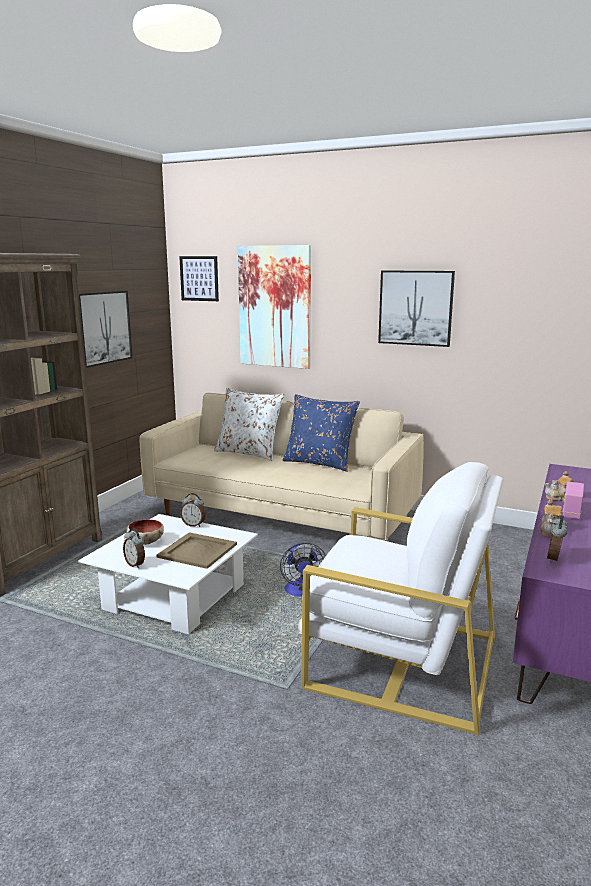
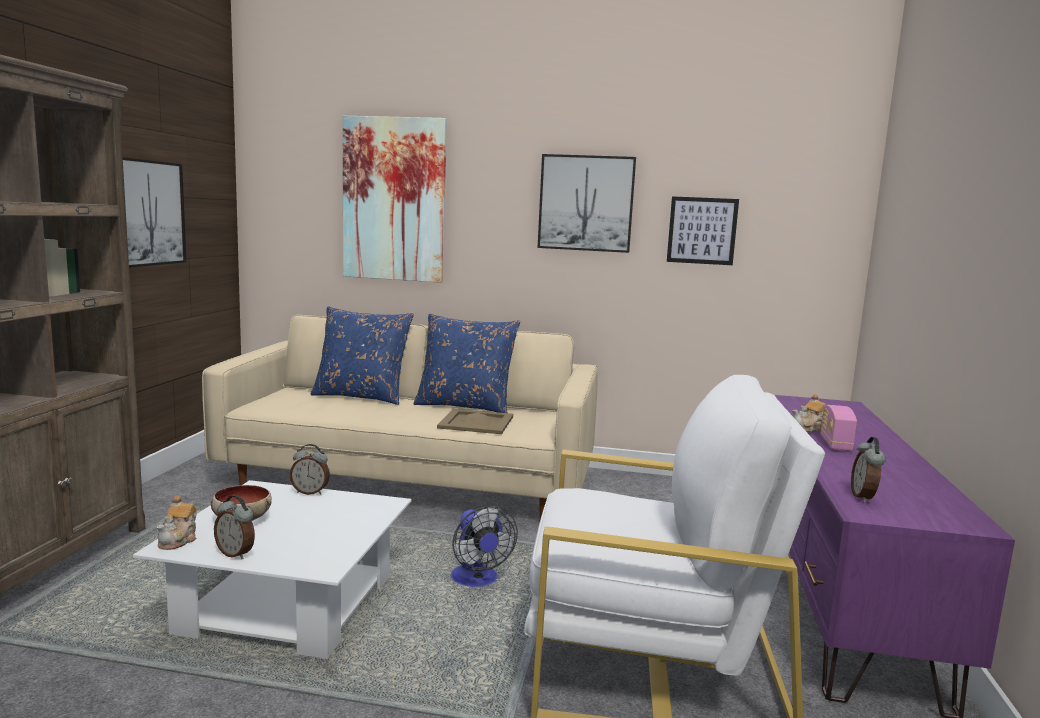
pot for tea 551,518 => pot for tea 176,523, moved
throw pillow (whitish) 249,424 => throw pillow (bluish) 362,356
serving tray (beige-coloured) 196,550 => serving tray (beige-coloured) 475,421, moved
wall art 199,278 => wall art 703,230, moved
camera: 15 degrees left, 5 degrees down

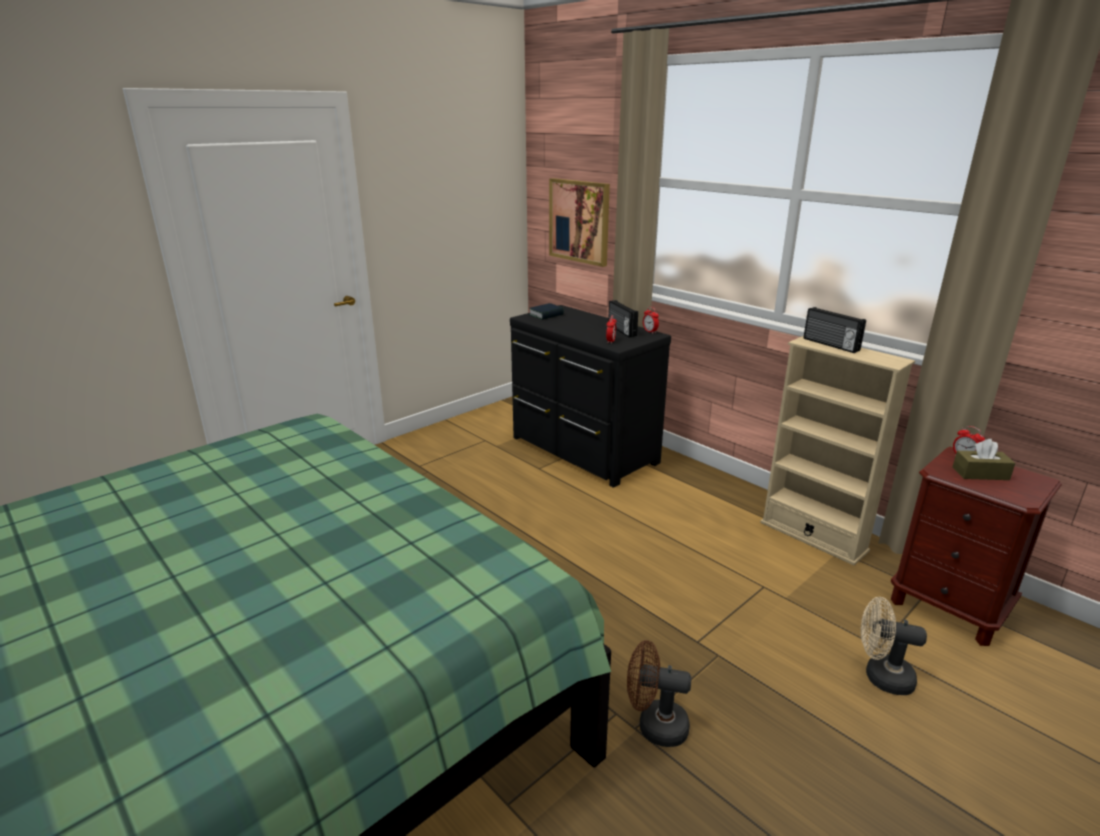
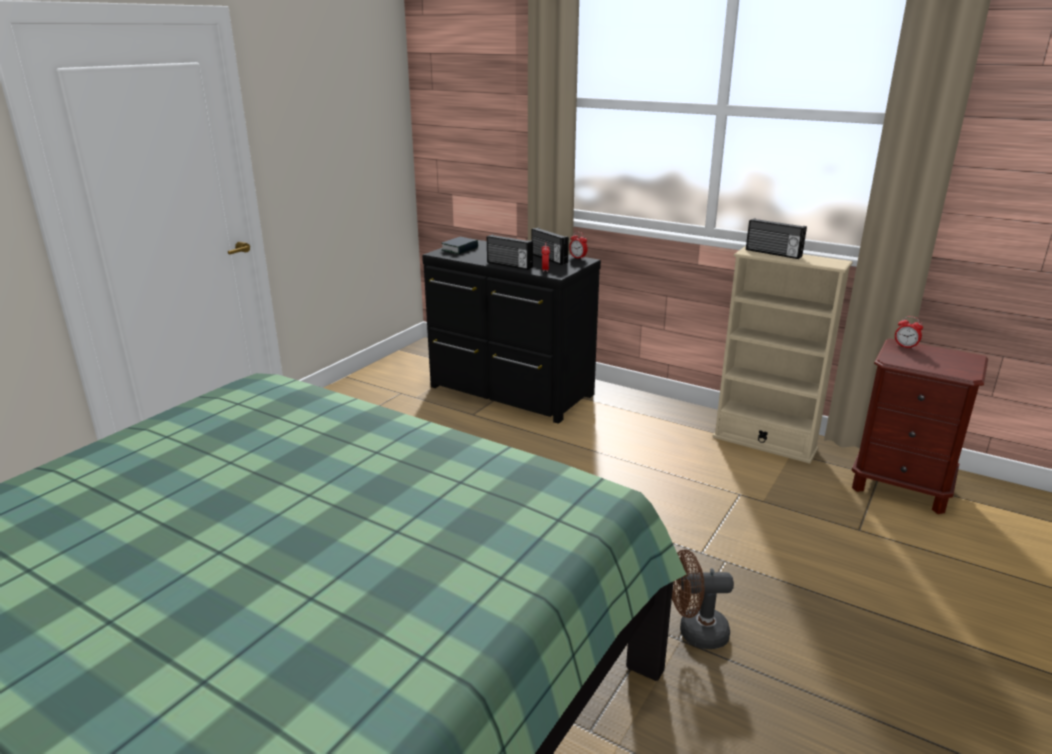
nothing => radio set 510,252
wall art 579,222 => nothing
electric fan (beige-coloured) 894,646 => nothing
tissue holder (brownish) 983,459 => nothing
camera: 15 degrees left, 0 degrees up

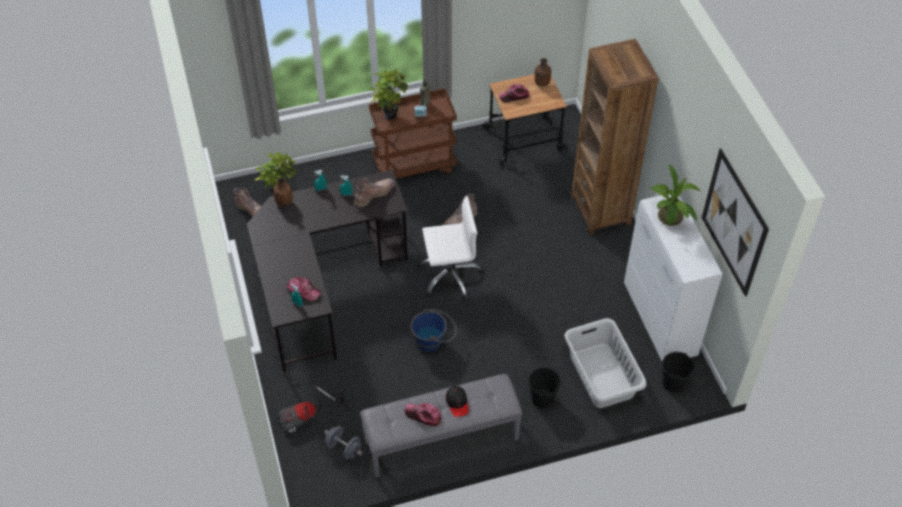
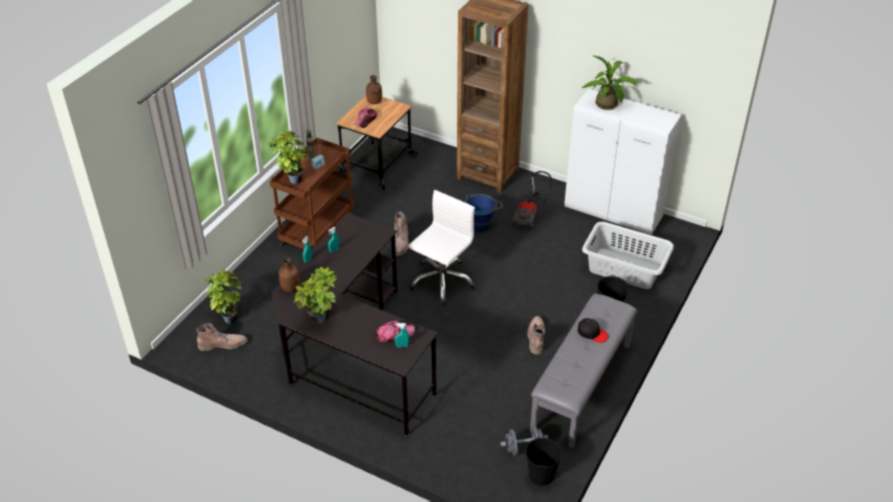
nothing => potted plant 315,295
bucket (bluish) 434,330 => bucket (bluish) 484,213, moved
vacuum cleaner 314,409 => vacuum cleaner 532,200, moved
bucket (blackish) 678,372 => bucket (blackish) 543,461, moved
high-top boot (brownish) 375,192 => high-top boot (brownish) 536,335, moved
baseball cap 423,414 => nothing
wall art 735,222 => nothing
camera: 45 degrees left, 10 degrees down

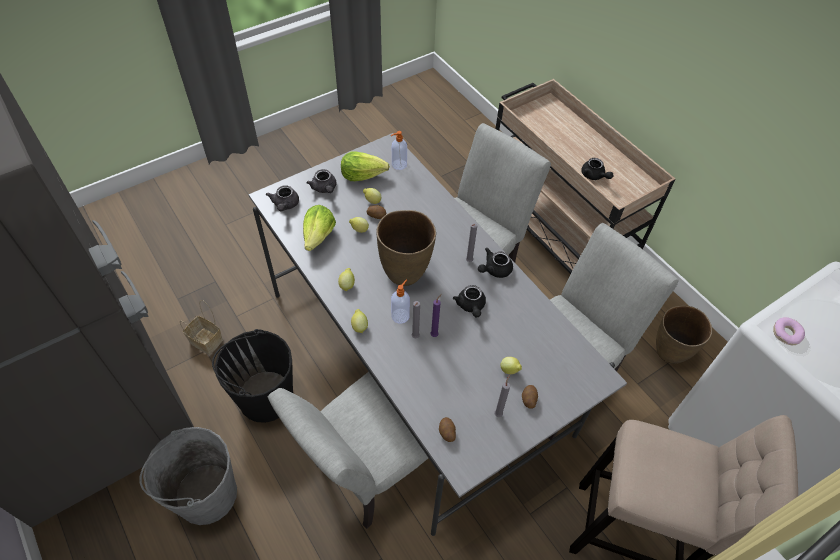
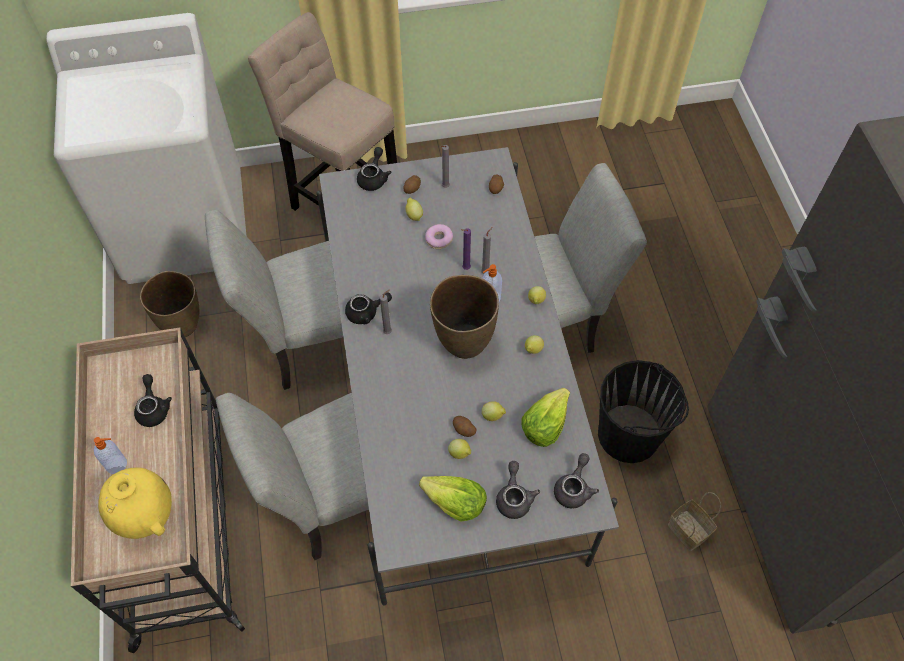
liquid soap bottle 399,150 => liquid soap bottle 110,455, moved
nothing => vase (yellow-coloured) 135,503
pot for tea (blackish) 469,301 => pot for tea (blackish) 374,169, moved
doughnut 789,331 => doughnut 439,236, moved
bucket (grey) 188,476 => nothing
camera: 155 degrees left, 5 degrees up

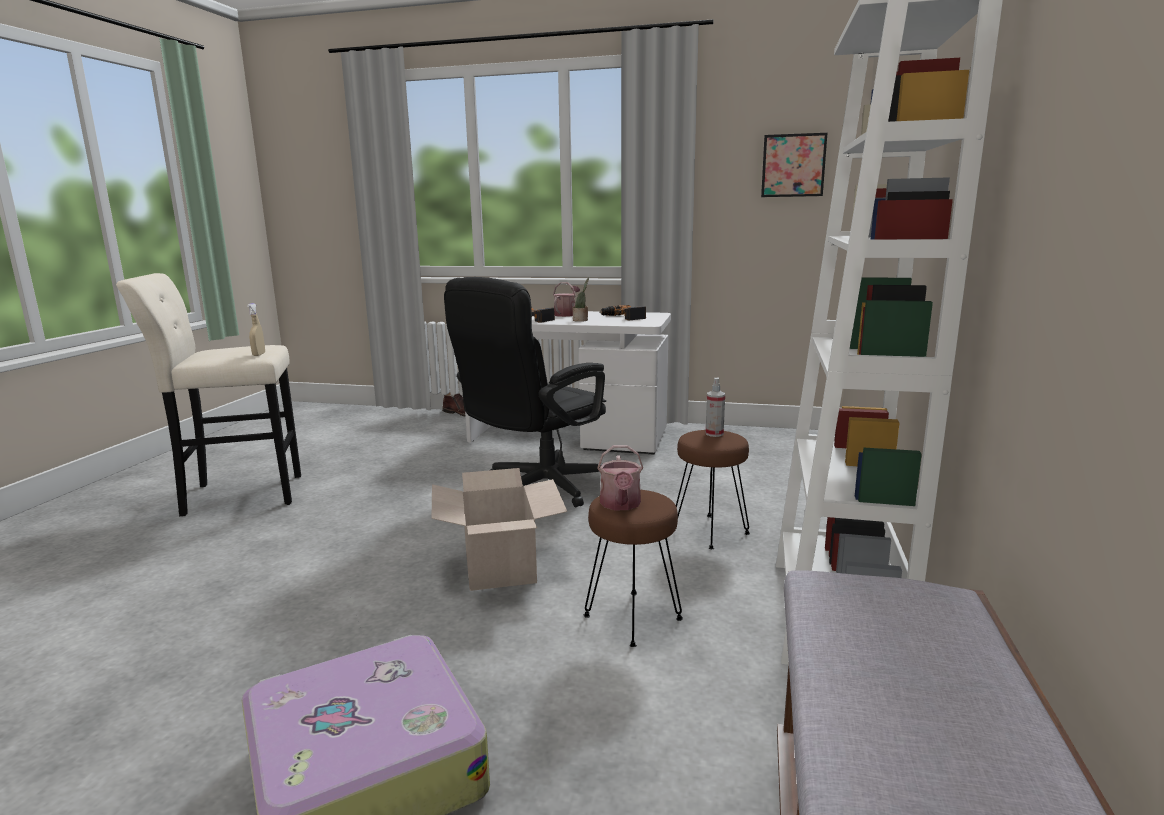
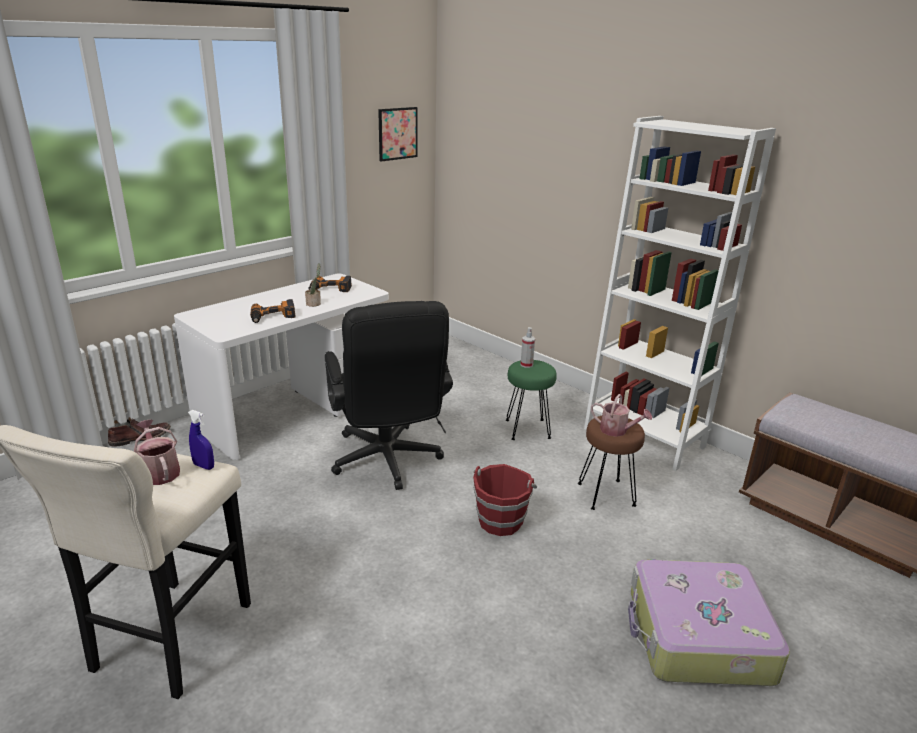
sprinkling can 566,299 => sprinkling can 157,452, moved
spray bottle (beige-coloured) 256,329 => spray bottle (bluish) 201,440
cardboard box 499,529 => bucket (red) 505,500
stool (brownish) 713,489 => stool (green) 531,400
camera: 60 degrees left, 10 degrees up

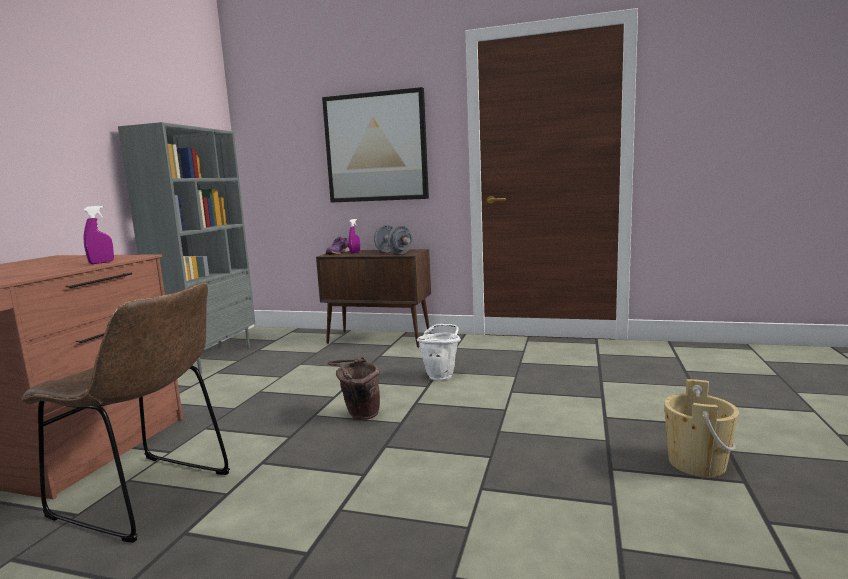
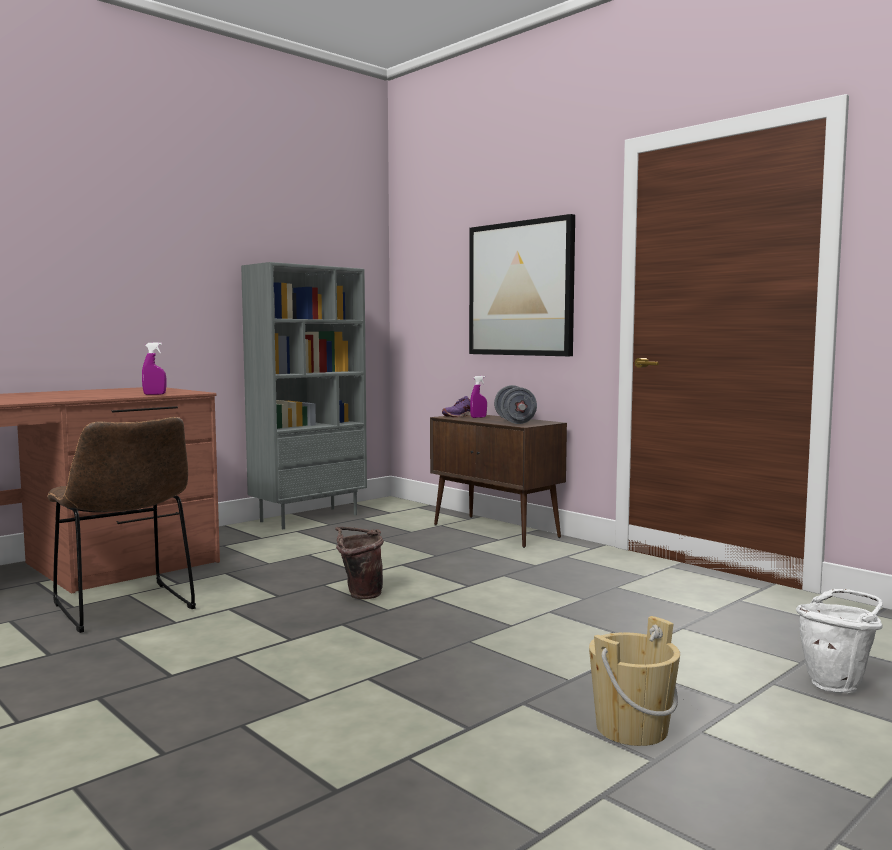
bucket (whitish) 439,352 => bucket (whitish) 839,641, moved
camera: 30 degrees right, 5 degrees down

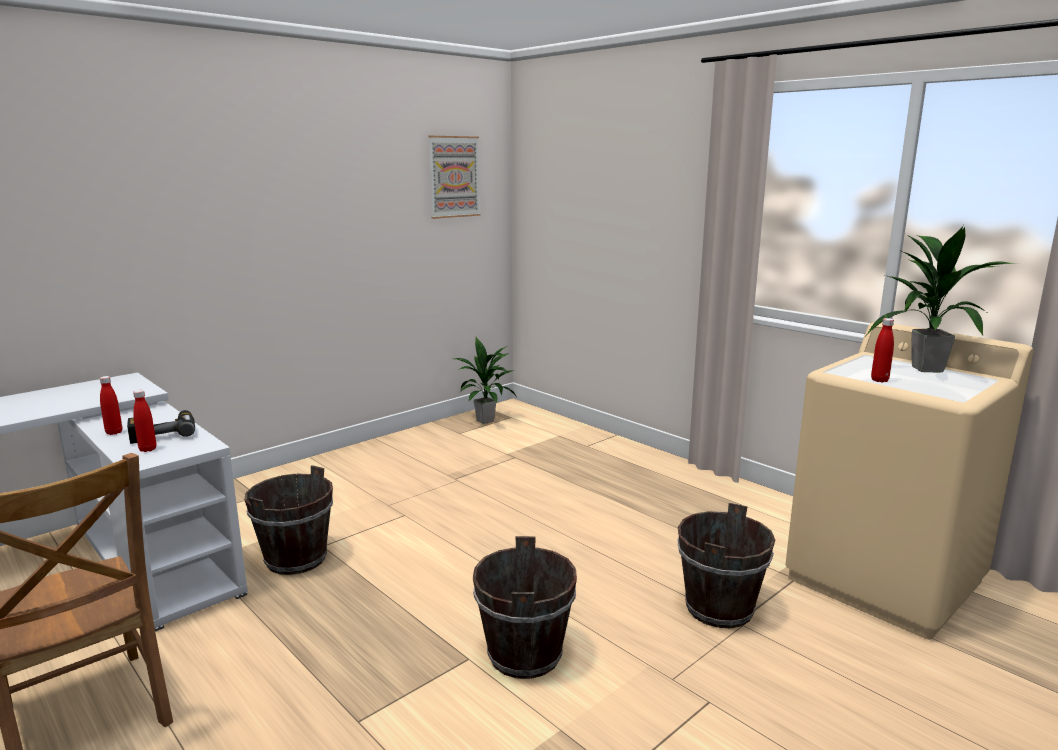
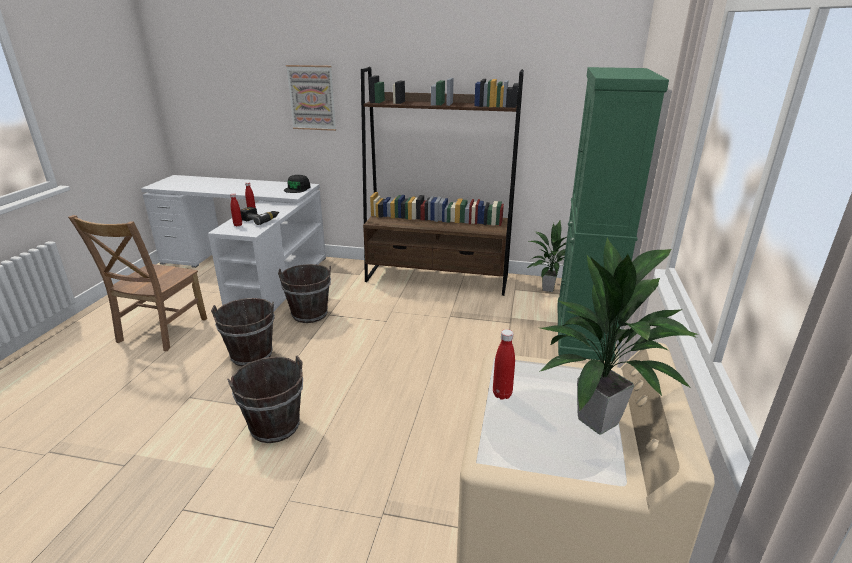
bucket (brownish) 726,565 => bucket (brownish) 243,332, moved
nothing => baseball cap (blackish) 297,184
wall art 454,177 => wall art 311,98, moved
nothing => bookshelf (brownish) 442,181
nothing => cabinet (green) 613,214
camera: 55 degrees right, 10 degrees up

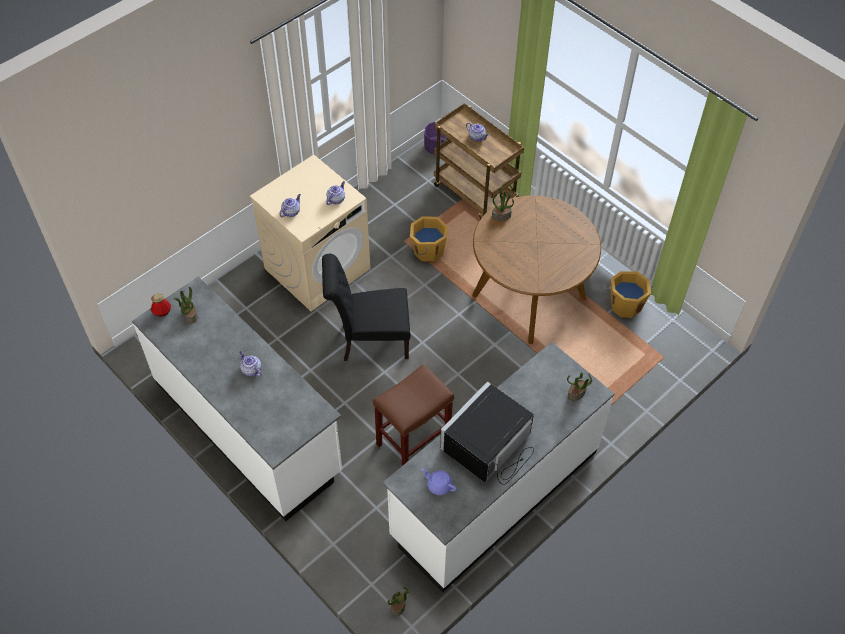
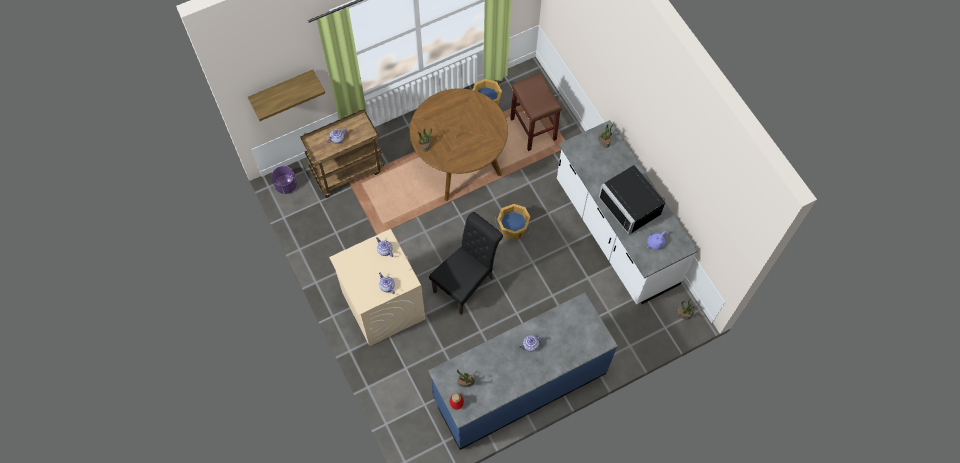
nothing => bracket shelf 286,95
kitchen counter (whitish) 237,399 => kitchen counter (bluish) 523,371
chair (blackish) 366,307 => chair (blackish) 466,263, 150 degrees counterclockwise
bucket (orange) 429,238 => bucket (orange) 513,222, moved
stool (brownish) 413,415 => stool (brownish) 536,112, moved
camera: 75 degrees left, 10 degrees up

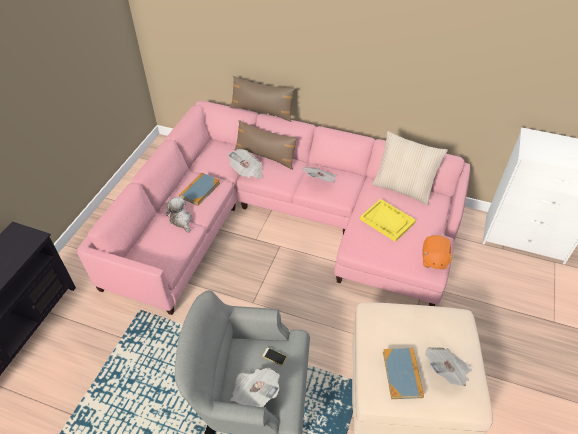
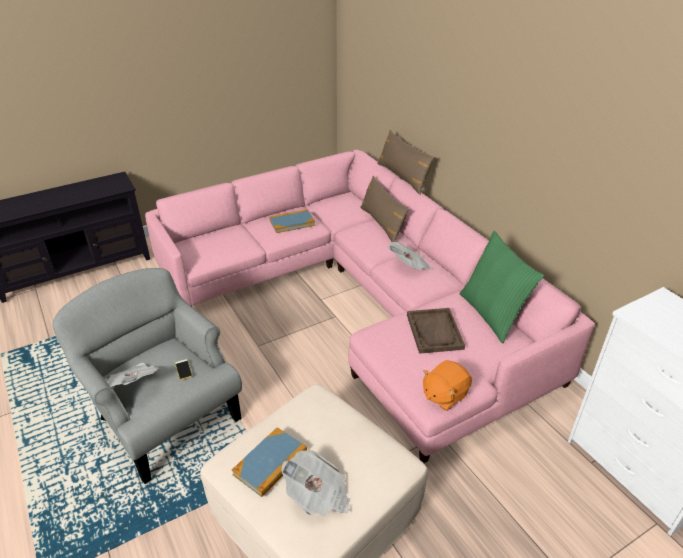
serving tray (yellow-coloured) 388,220 => serving tray (brownish) 436,331
throw pillow (beige-coloured) 410,168 => throw pillow (green) 502,287
cuddly toy 178,215 => nothing
printed paper 245,164 => nothing
camera: 40 degrees right, 10 degrees down

